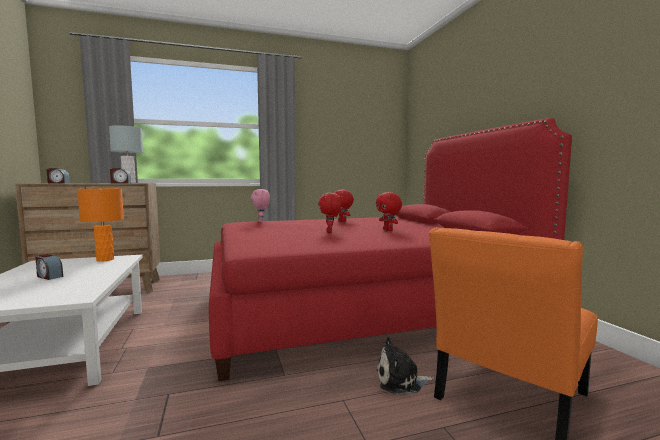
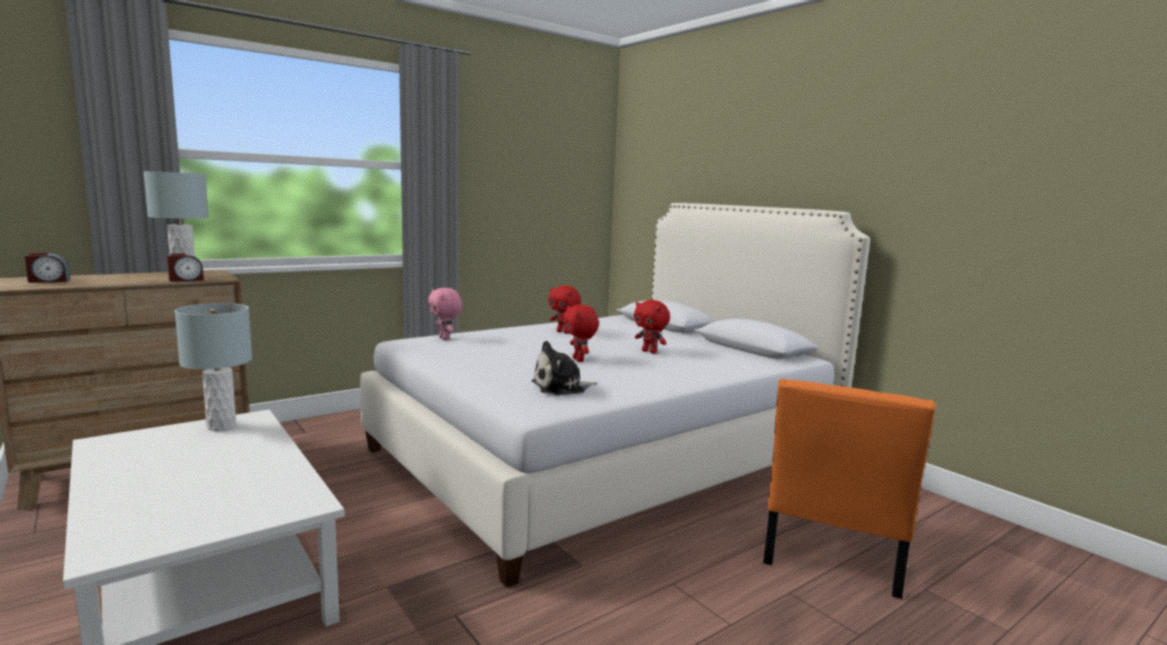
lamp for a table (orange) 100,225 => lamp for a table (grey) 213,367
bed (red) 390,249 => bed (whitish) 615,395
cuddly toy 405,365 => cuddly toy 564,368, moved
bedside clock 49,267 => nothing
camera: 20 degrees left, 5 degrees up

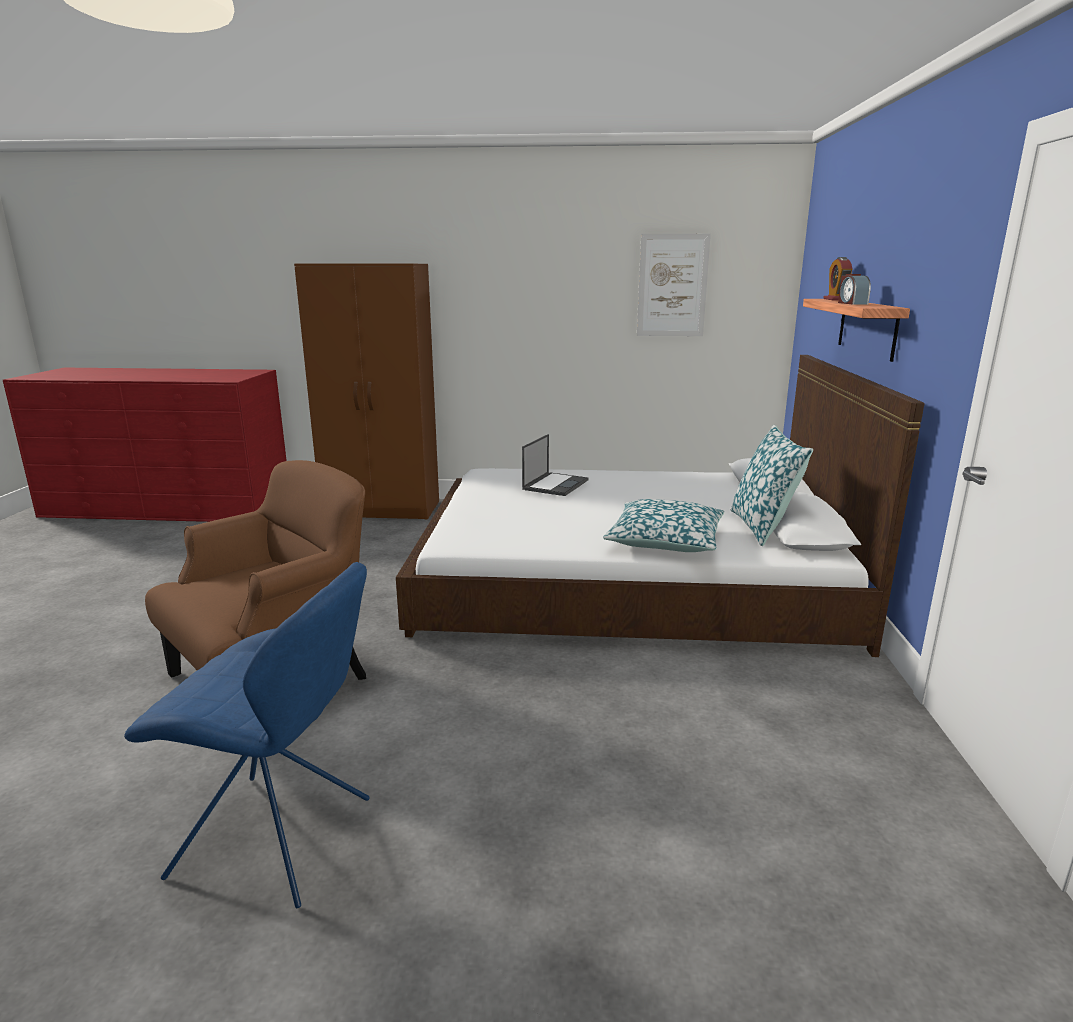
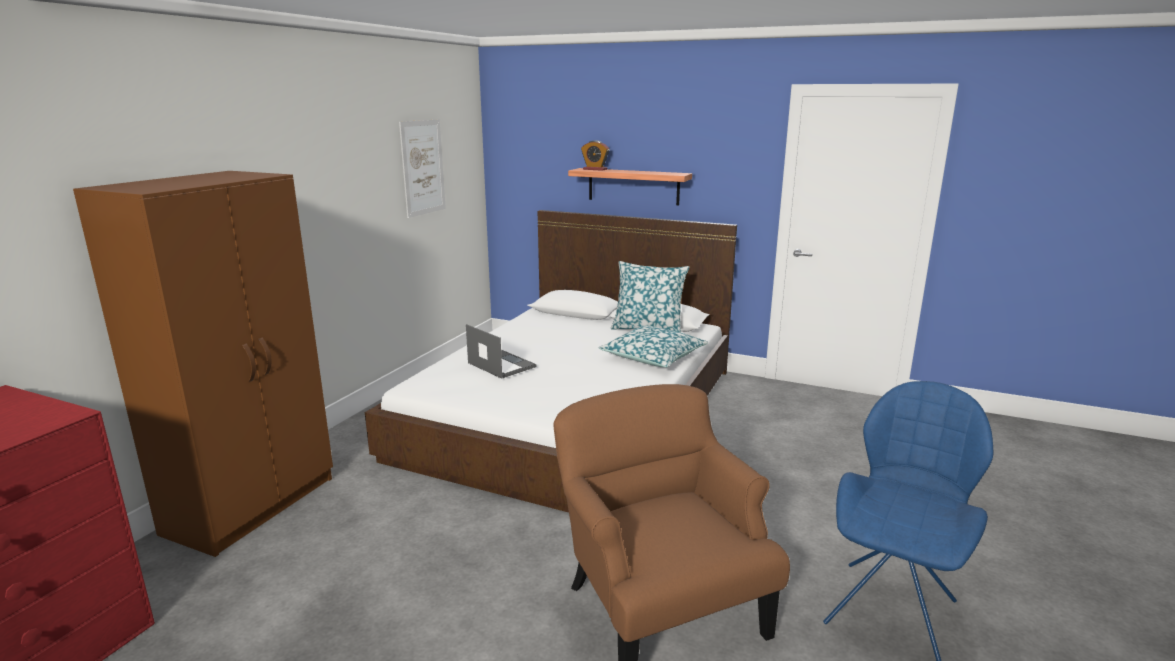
bedside clock 854,289 => nothing
camera: 70 degrees left, 0 degrees up

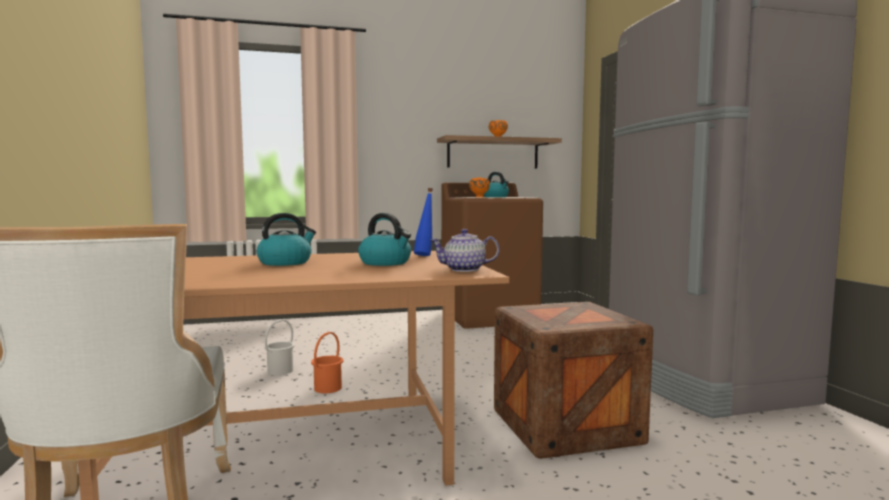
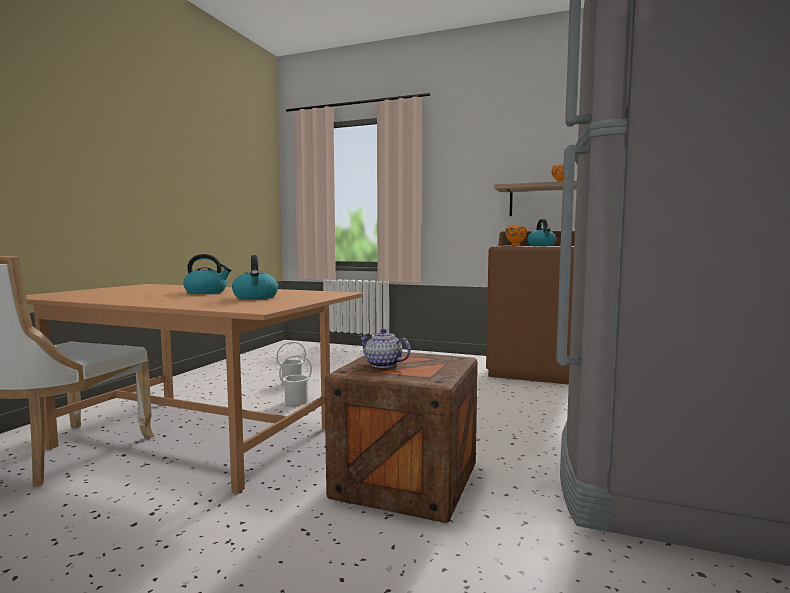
bucket (orange) 327,362 => bucket (whitish) 295,380
pot for tea 465,250 => pot for tea 385,348, moved
bottle (bluish) 423,222 => nothing
camera: 35 degrees right, 0 degrees up

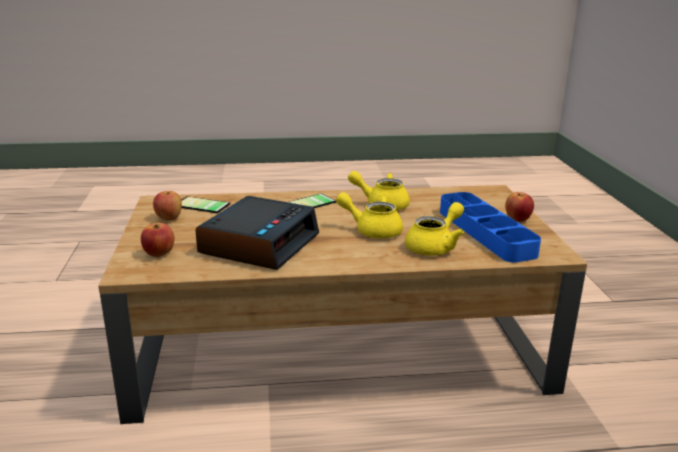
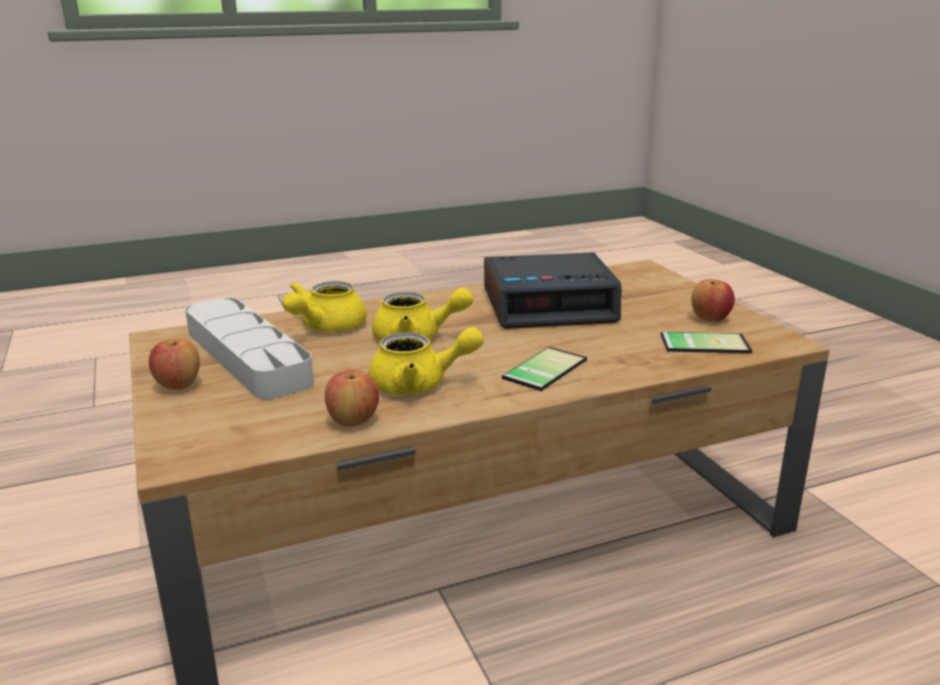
serving tray (bluish) 490,227 => serving tray (grey) 249,348
apple 157,240 => apple 352,398, moved
bedside clock 257,233 => bedside clock 553,290, 105 degrees counterclockwise
camera: 165 degrees right, 0 degrees up

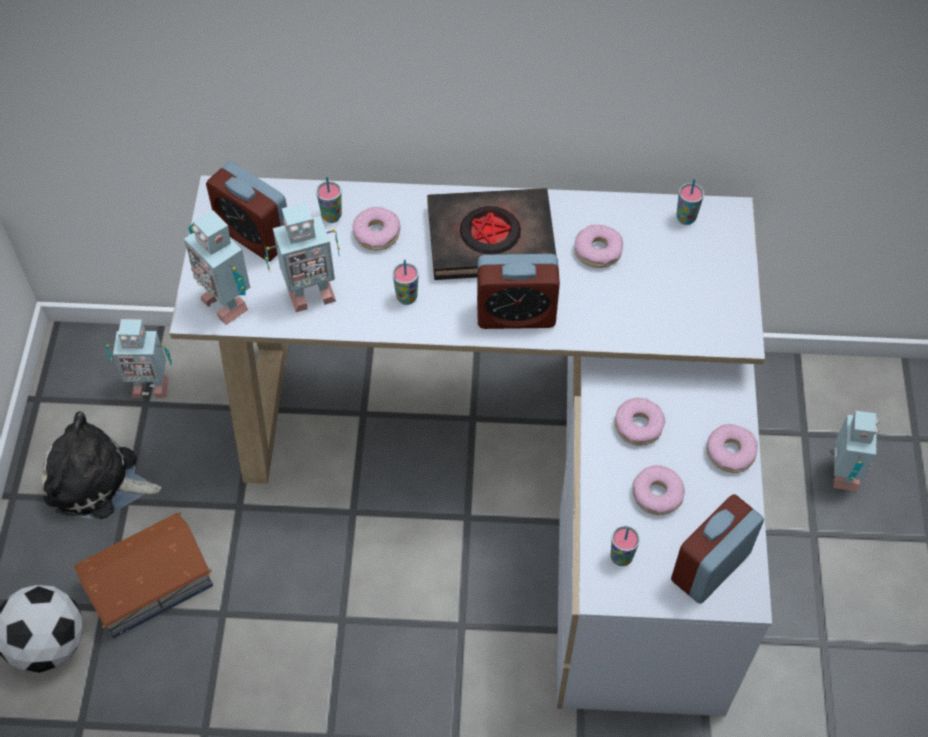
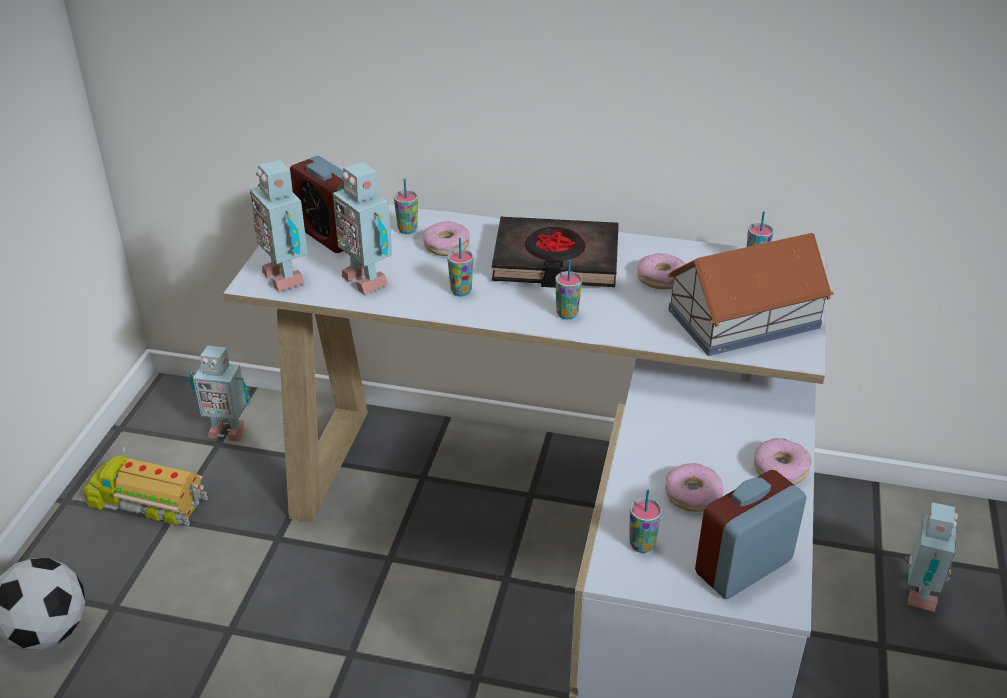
cuddly toy 101,465 => toy truck 145,486
model robot 302,257 => model robot 362,228, 60 degrees clockwise
bedside clock 518,291 => cup 568,290
toy house 143,575 => toy house 750,294, moved
doughnut 639,422 => nothing
camera: 10 degrees right, 20 degrees down

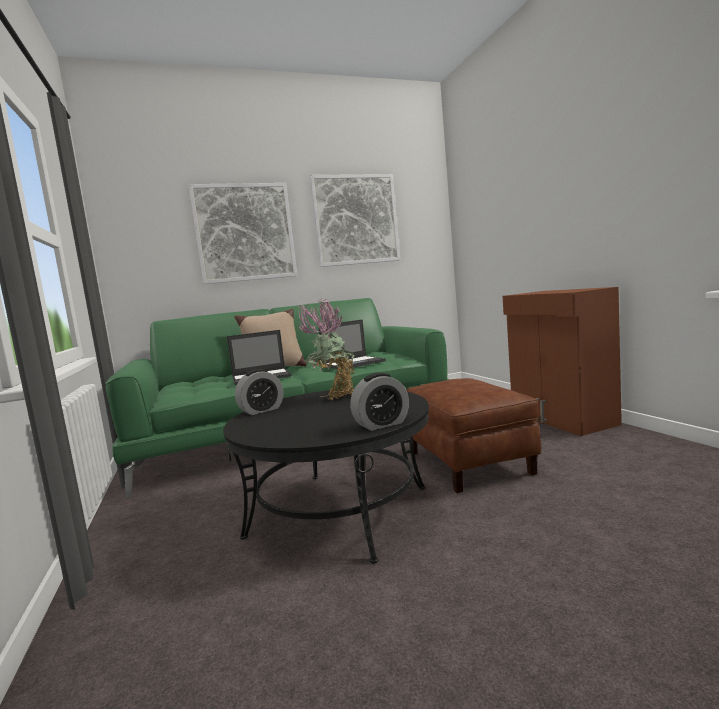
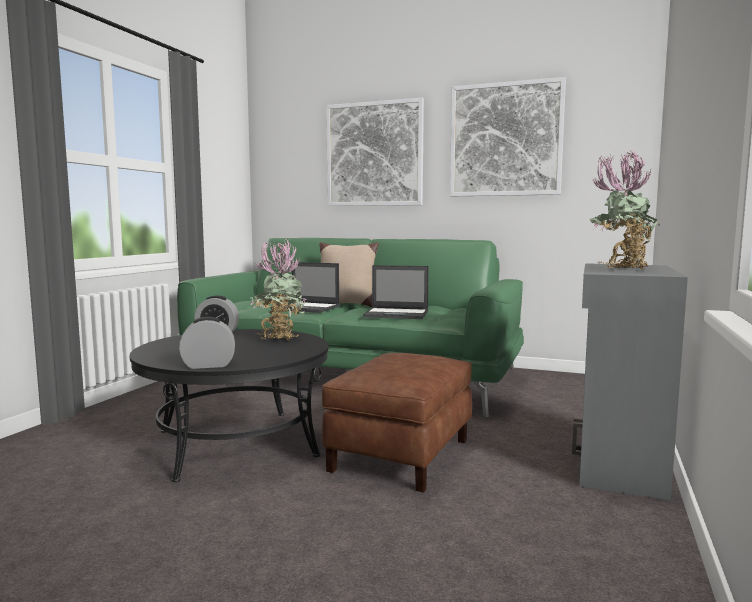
bedside clock 379,402 => bedside clock 207,343, 150 degrees clockwise
cabinet (brownish) 562,361 => cabinet (grey) 630,381
nothing => potted plant 624,210
camera: 40 degrees right, 0 degrees up

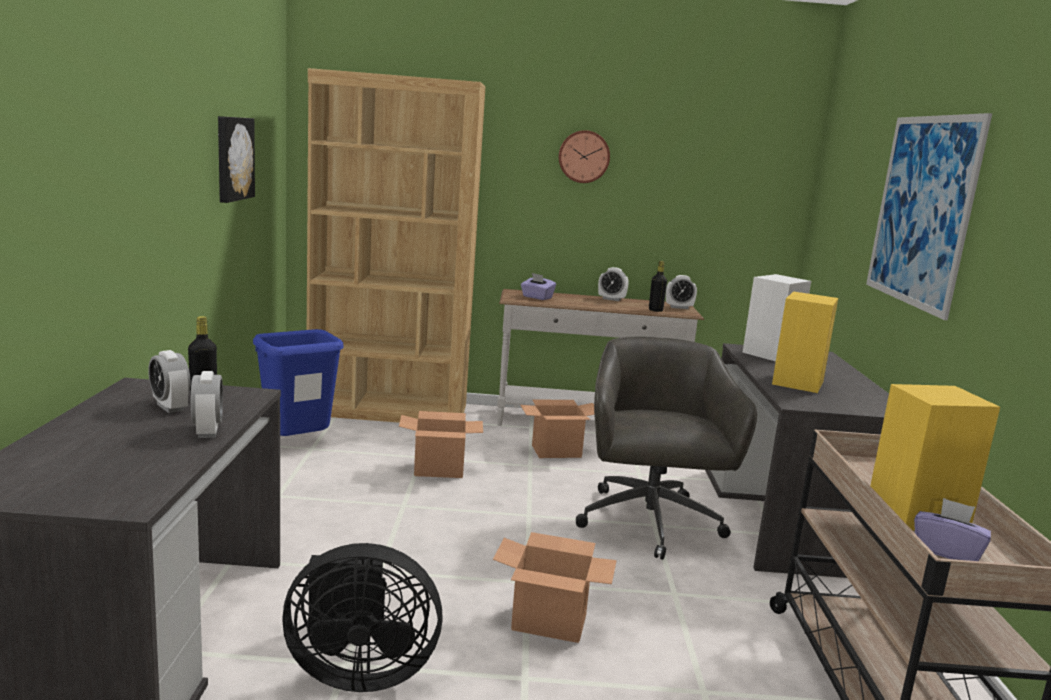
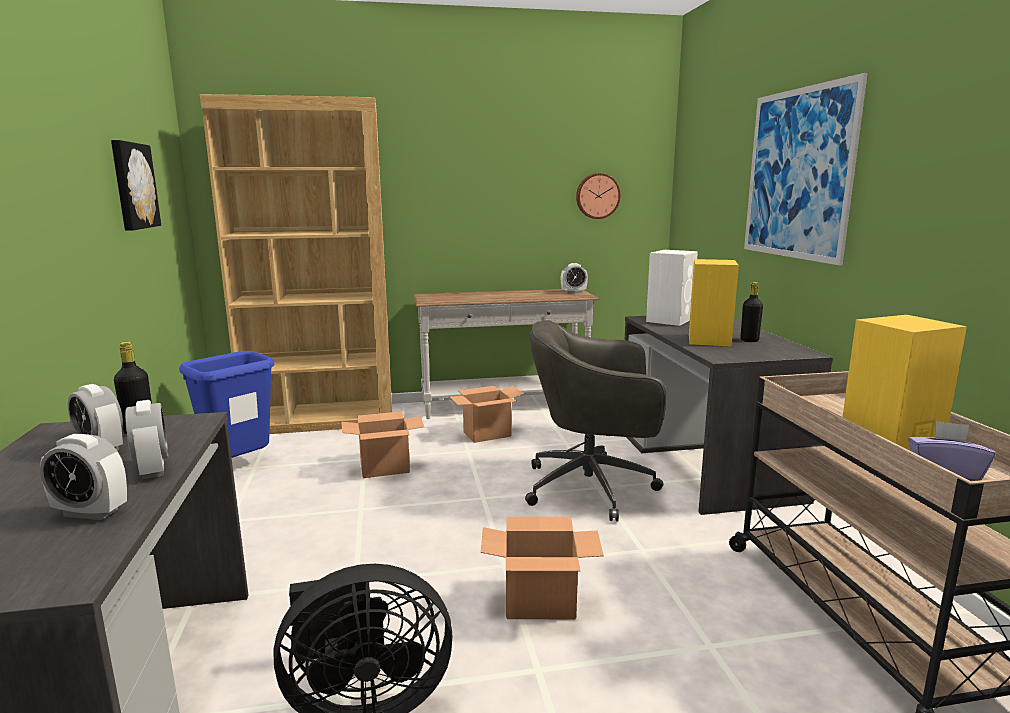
bedside clock 613,284 => bedside clock 83,477, moved
desk chair (grey) 666,448 => desk chair (grey) 595,421, 75 degrees counterclockwise
clock on the wall 584,156 => clock on the wall 598,196, moved
bottle (blackish) 658,286 => bottle (blackish) 752,312, moved
tissue holder (purple-coloured) 538,286 => nothing
camera: 10 degrees left, 0 degrees up

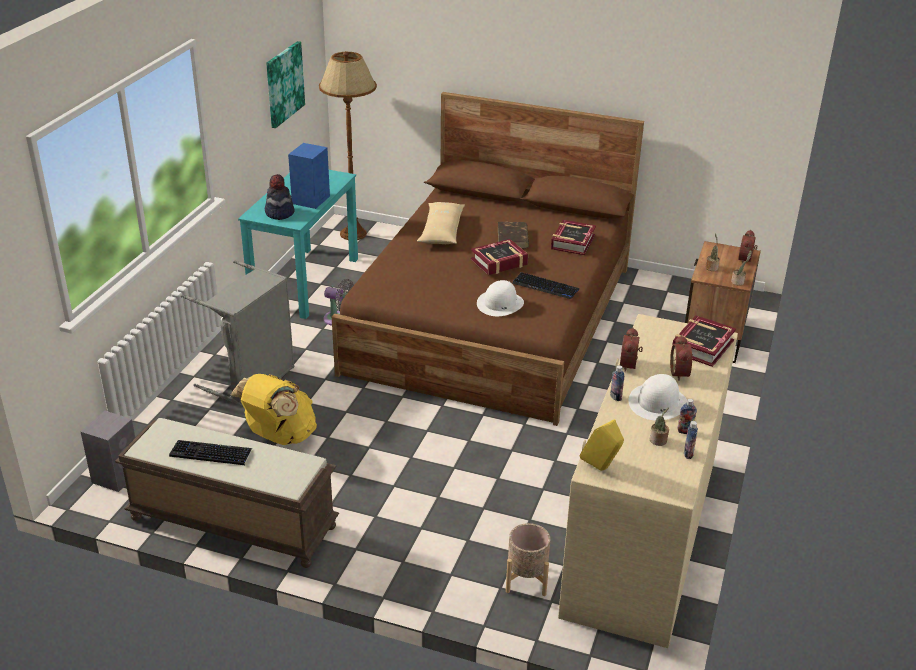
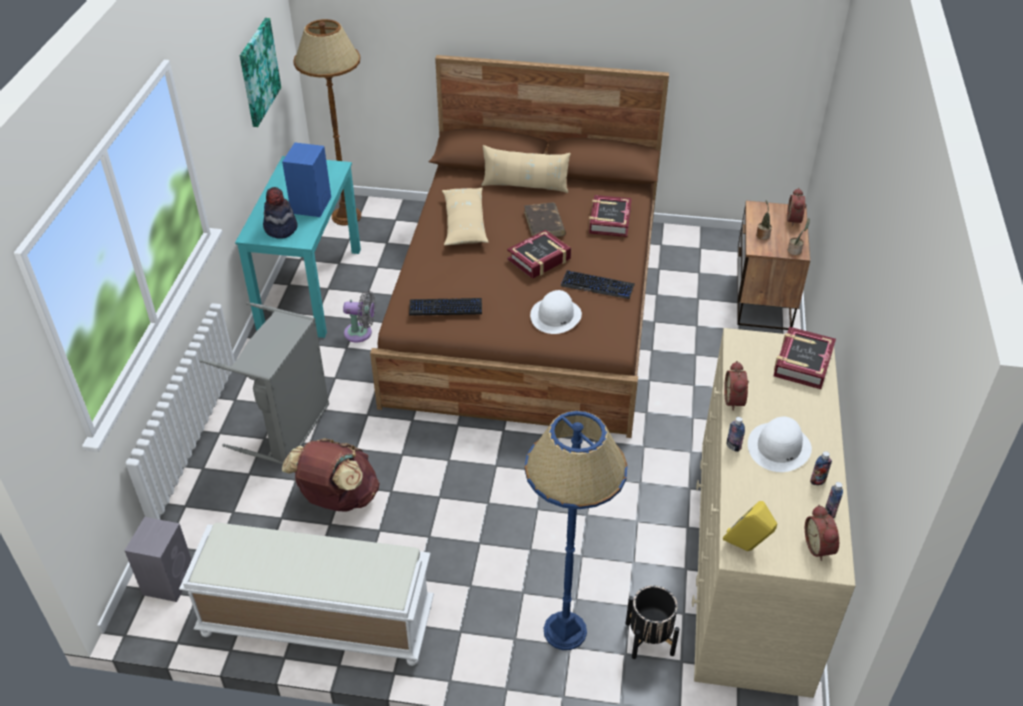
bench (brownish) 227,493 => bench (whitish) 306,594
rucksack (yellow-coloured) 274,409 => rucksack (brownish) 330,475
PC keyboard 211,452 => PC keyboard 445,307, moved
nothing => throw pillow (beige-coloured) 525,169
nothing => floor lamp (bluish) 576,530
plant pot (beige-coloured) 528,559 => plant pot (blackish) 652,622
bedside clock 681,358 => bedside clock 822,533, moved
potted plant 659,426 => nothing
camera: 10 degrees left, 10 degrees up

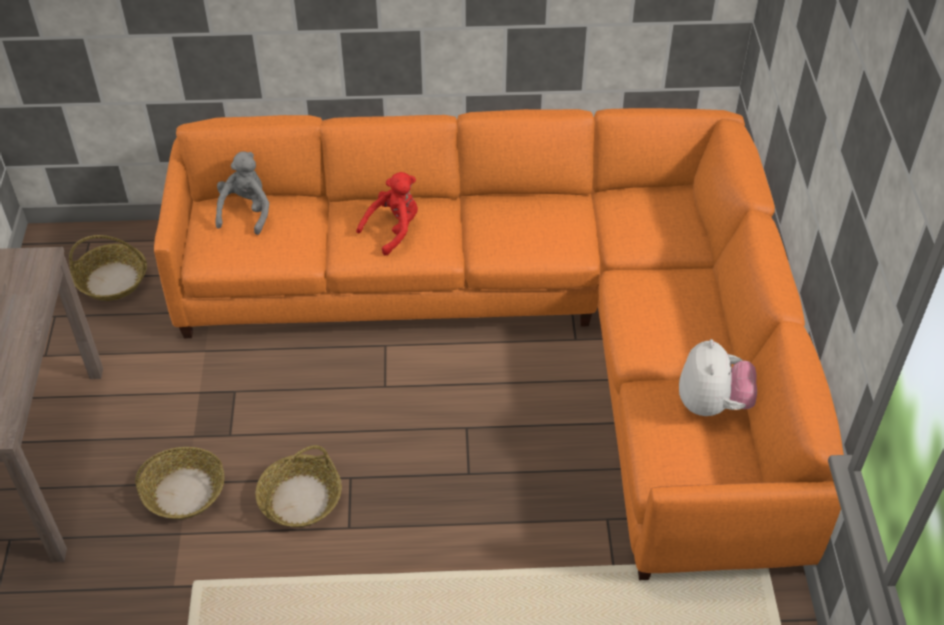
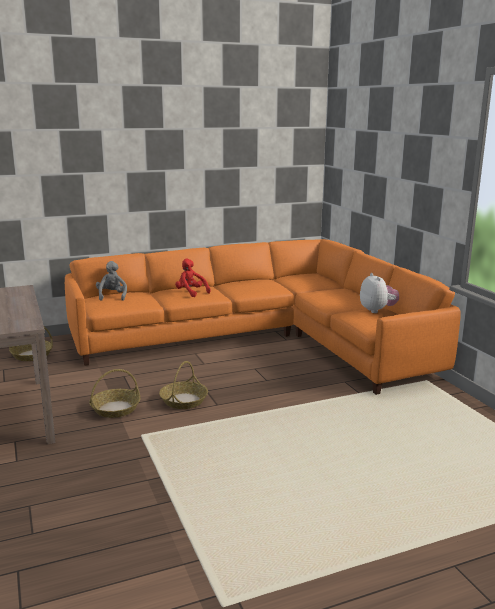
cuddly toy (red) 387,214 => cuddly toy (red) 192,277, 75 degrees counterclockwise
camera: 20 degrees left, 30 degrees down

